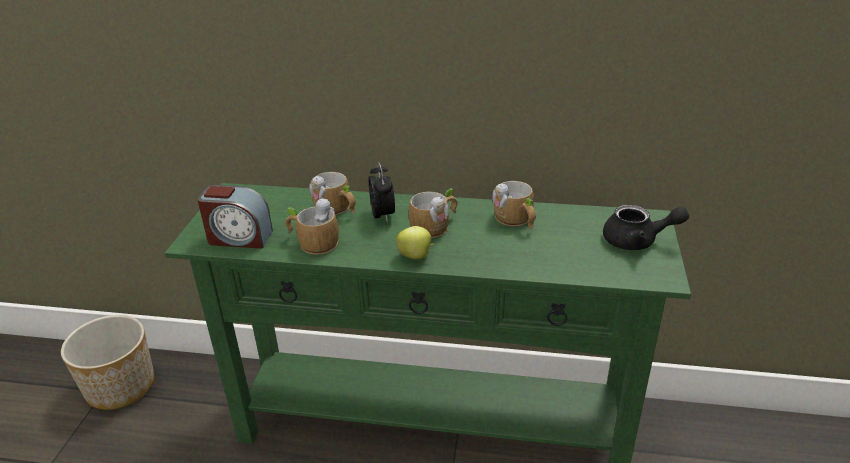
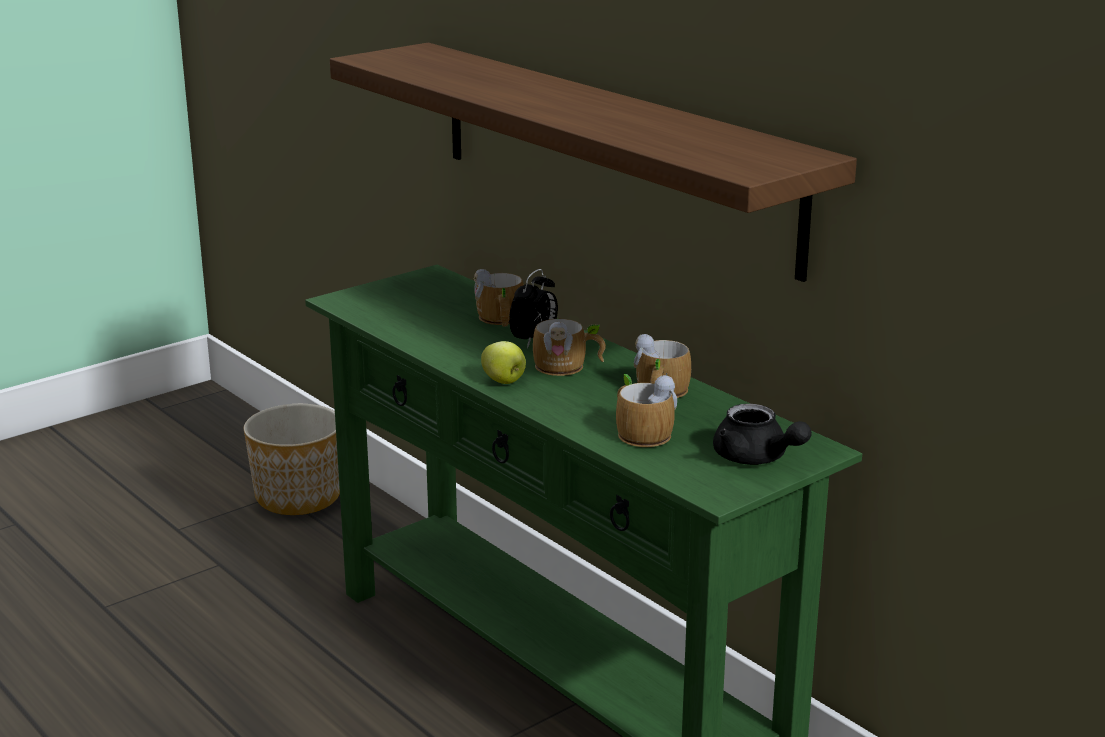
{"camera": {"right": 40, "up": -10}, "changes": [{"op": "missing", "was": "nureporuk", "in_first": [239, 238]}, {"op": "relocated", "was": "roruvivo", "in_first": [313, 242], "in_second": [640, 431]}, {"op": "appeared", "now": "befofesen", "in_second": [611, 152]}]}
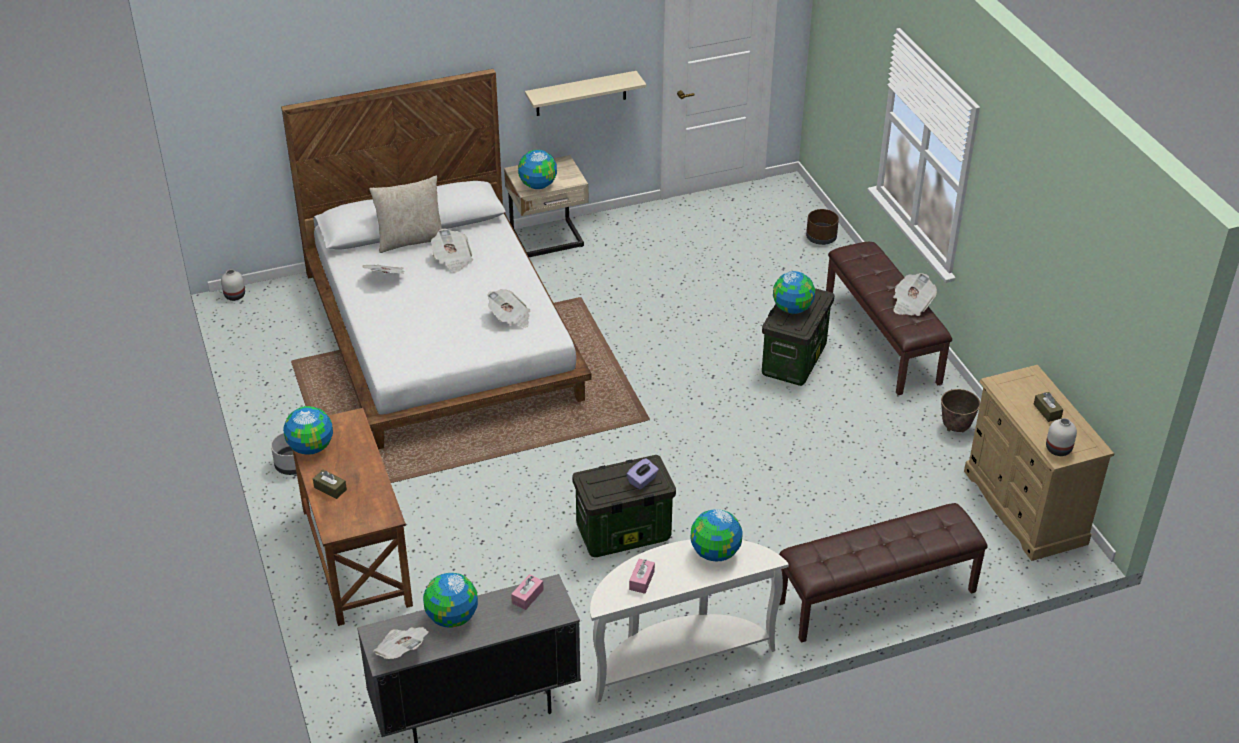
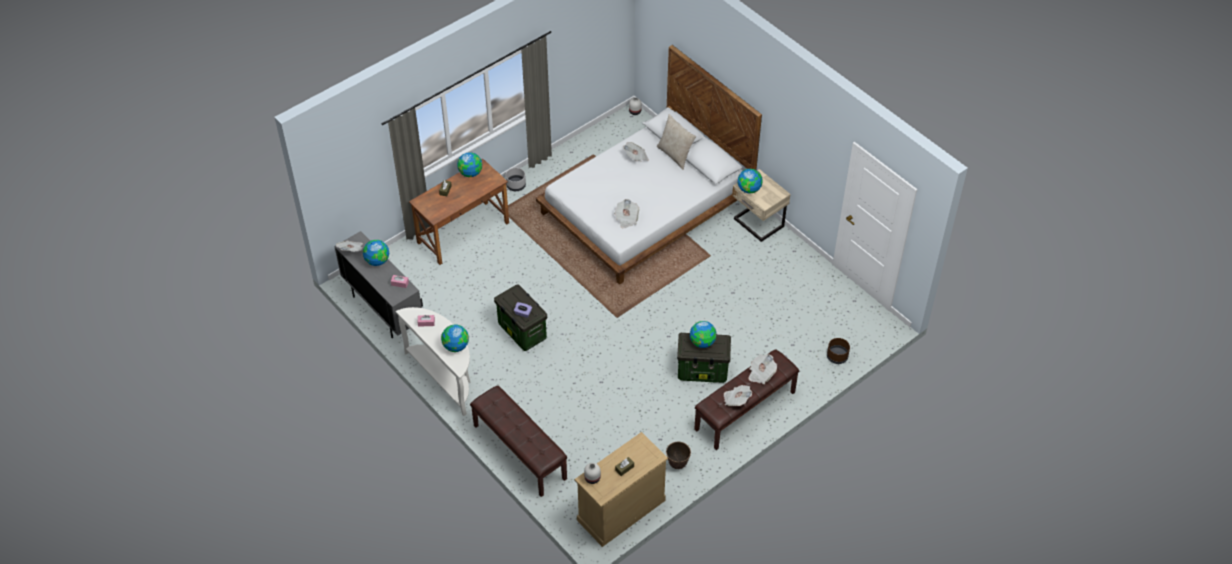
{"camera": {"right": 70, "up": 10}, "changes": [{"op": "missing", "was": "beige befofesen", "in_first": [581, 93]}, {"op": "relocated", "was": "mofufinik", "in_first": [452, 260], "in_second": [761, 374]}]}
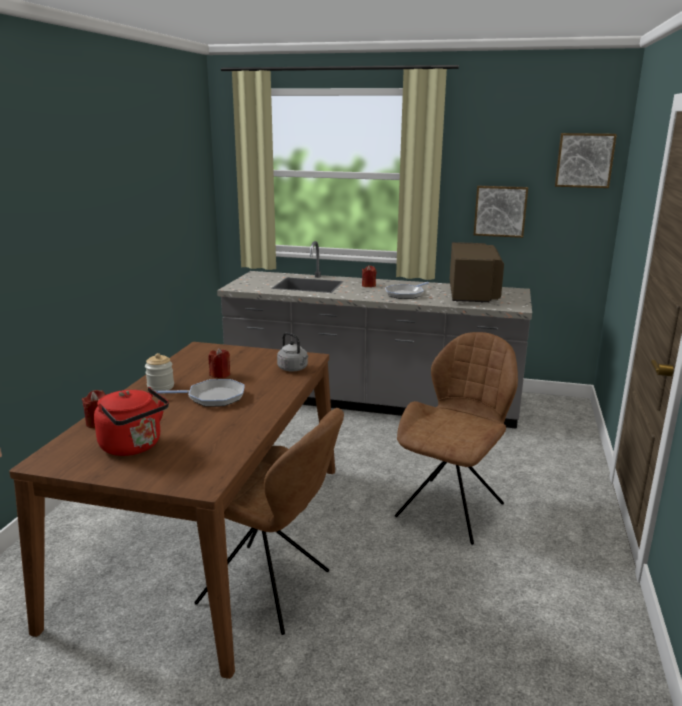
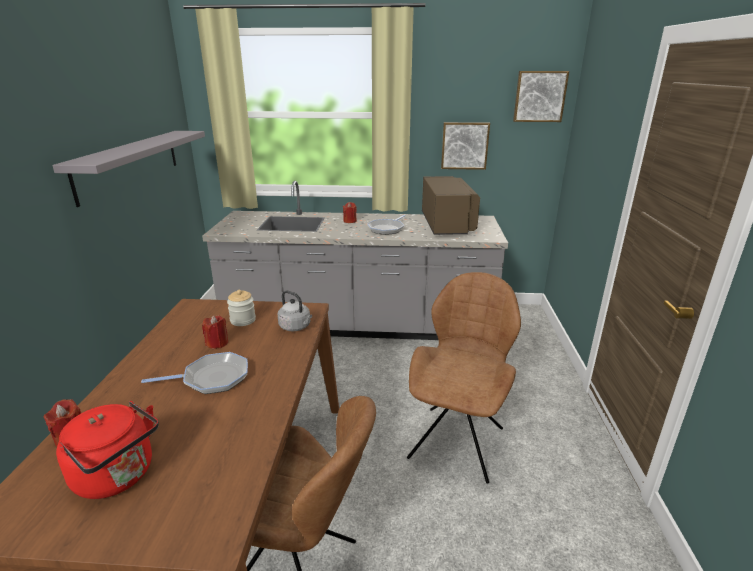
{"camera": {"right": -10, "up": 5}, "changes": [{"op": "relocated", "was": "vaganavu", "in_first": [160, 387], "in_second": [243, 320]}, {"op": "appeared", "now": "grey befofesen", "in_second": [130, 163]}]}
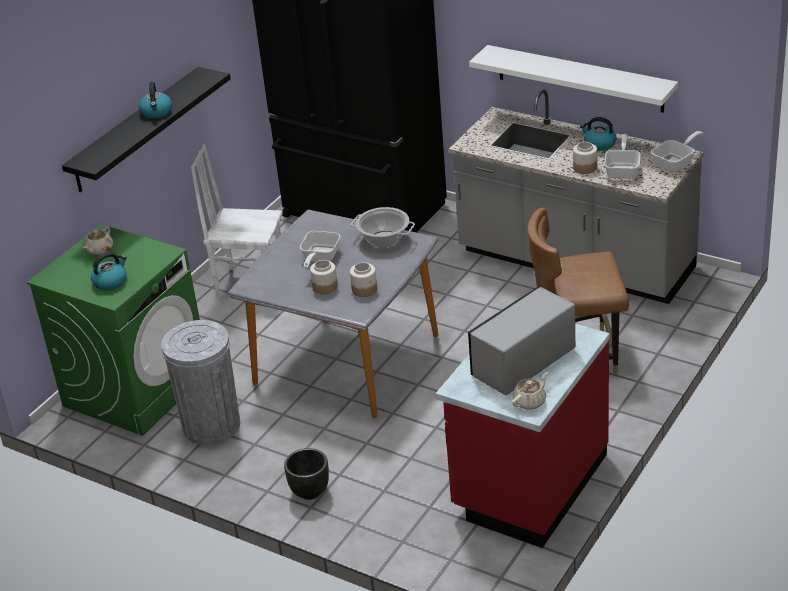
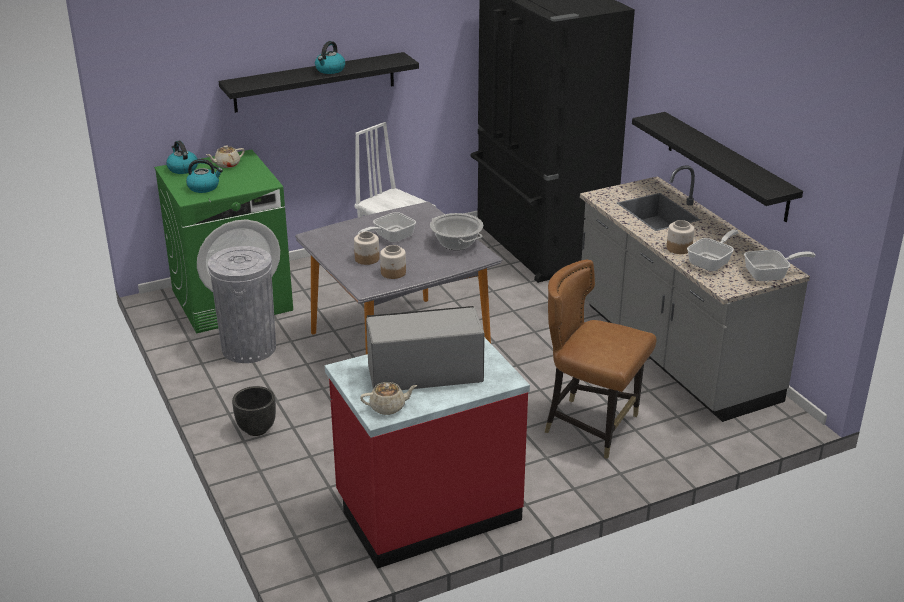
{"camera": {"right": 30, "up": -5}, "changes": [{"op": "colour", "was": "white befofesen", "now": "black befofesen", "in_first": [579, 78], "in_second": [726, 166]}, {"op": "relocated", "was": "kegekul", "in_first": [599, 144], "in_second": [182, 168]}]}
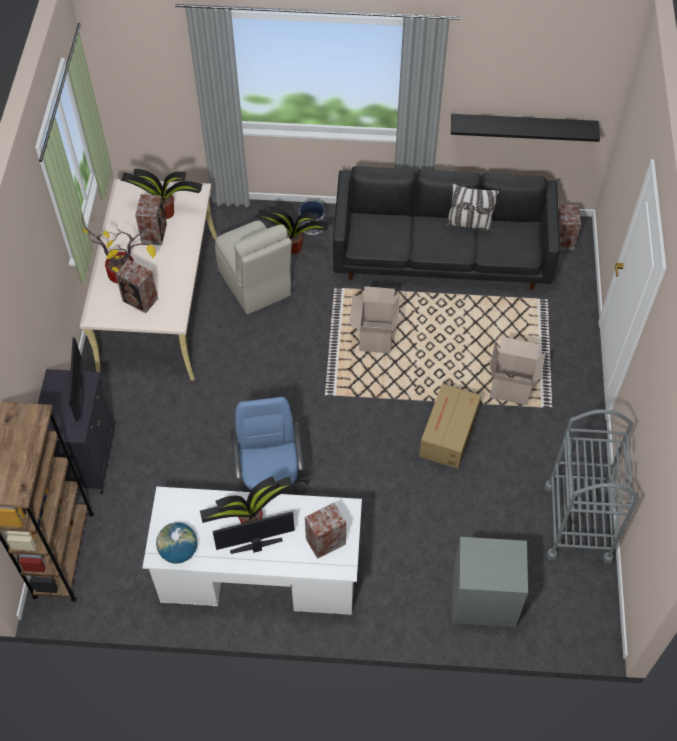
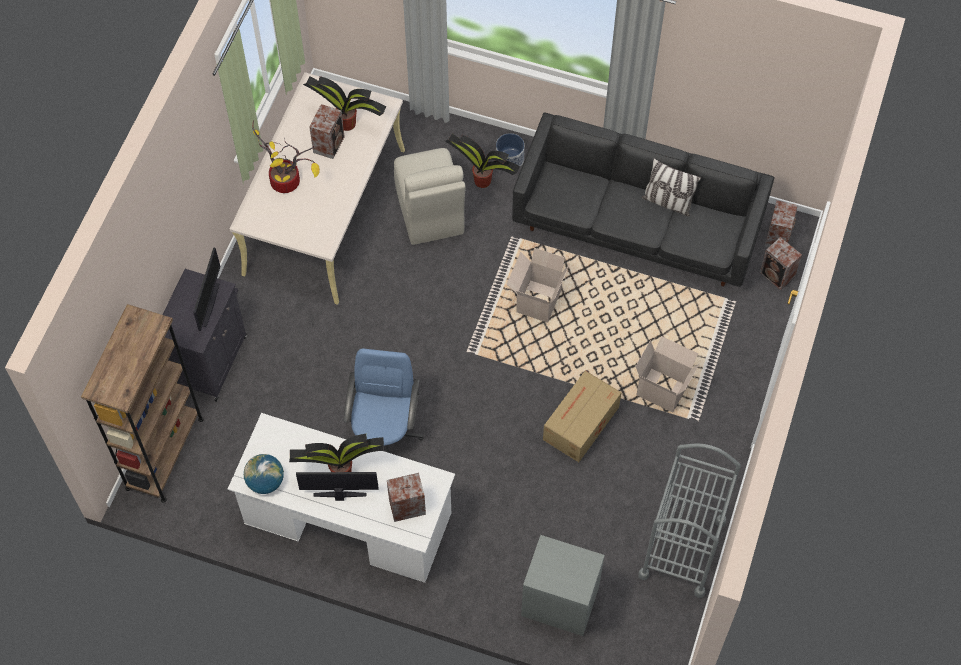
{"camera": {"right": 15, "up": 5}, "changes": [{"op": "missing", "was": "black befofesen", "in_first": [523, 126]}, {"op": "relocated", "was": "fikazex", "in_first": [141, 300], "in_second": [777, 275]}]}
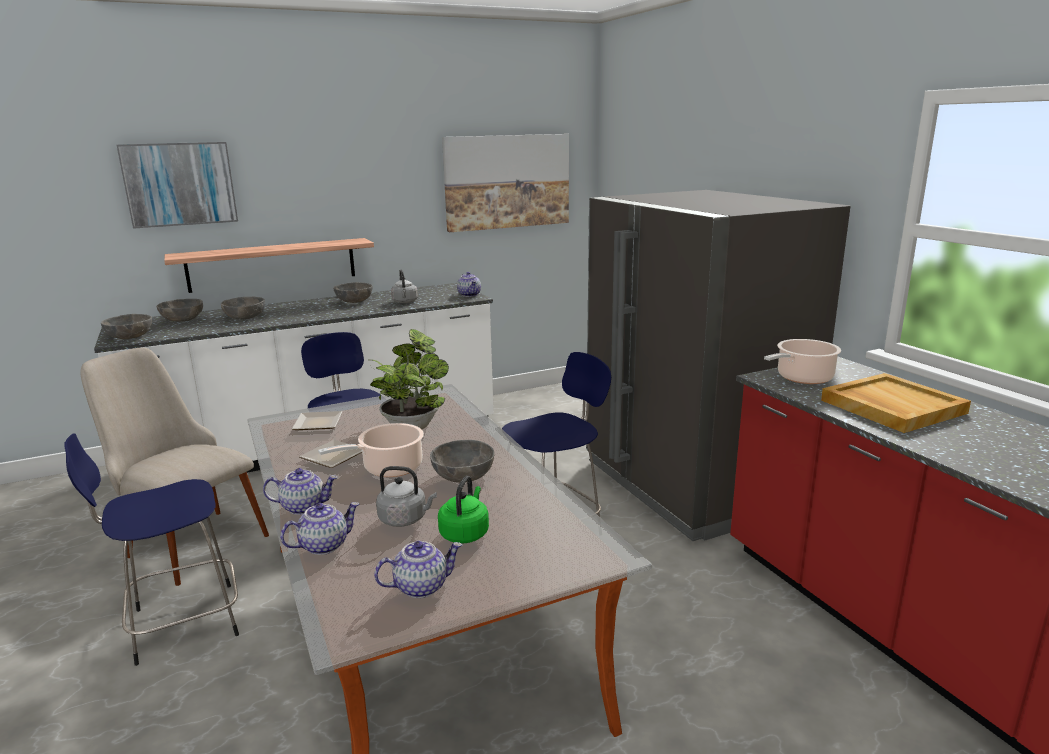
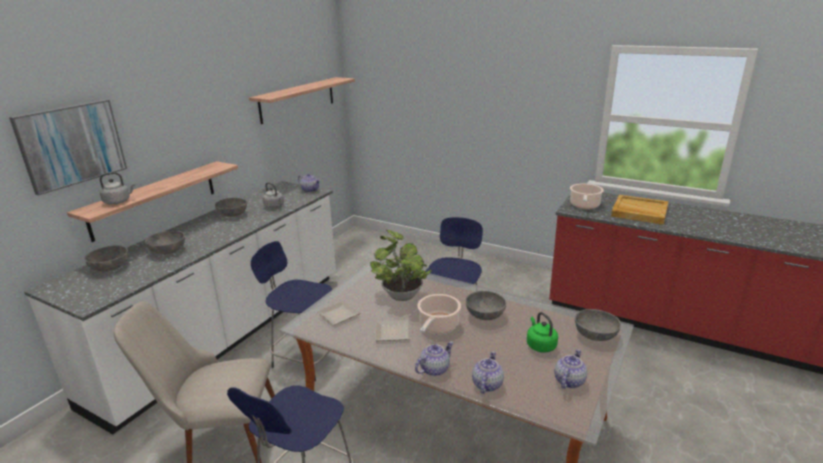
{"camera": {"right": -35, "up": 5}, "changes": [{"op": "exchanged", "was": "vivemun", "now": "befofesen", "in_first": [507, 181], "in_second": [298, 99]}, {"op": "missing", "was": "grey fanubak", "in_first": [689, 484]}, {"op": "relocated", "was": "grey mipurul", "in_first": [129, 337], "in_second": [595, 335]}, {"op": "relocated", "was": "grey kegekul", "in_first": [405, 519], "in_second": [119, 201]}]}
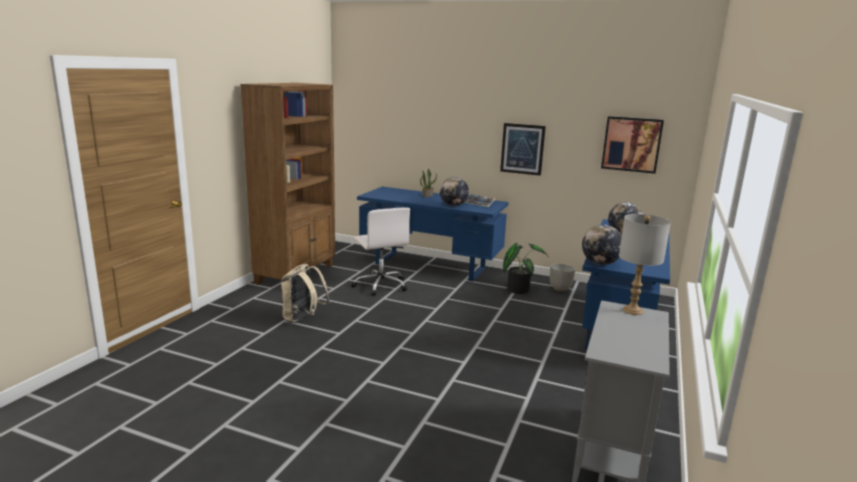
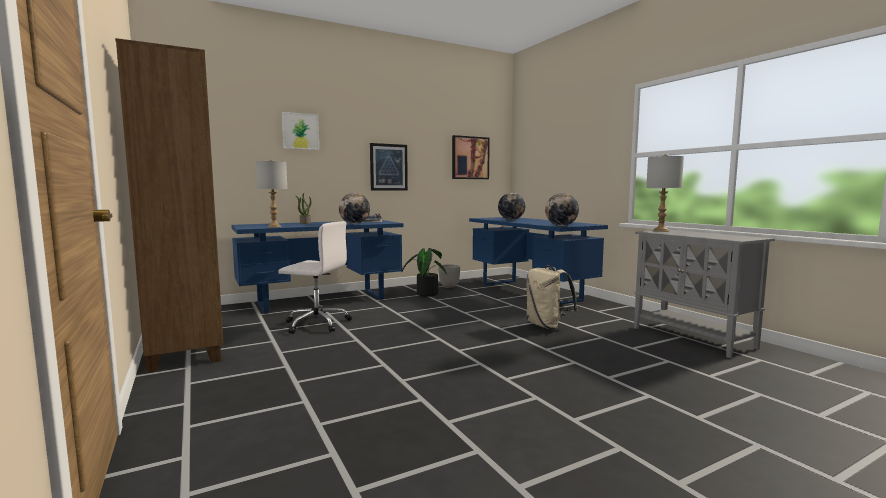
{"camera": {"right": -50, "up": -10}, "changes": [{"op": "relocated", "was": "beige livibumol", "in_first": [303, 319], "in_second": [547, 326]}, {"op": "appeared", "now": "vivemun", "in_second": [300, 131]}, {"op": "appeared", "now": "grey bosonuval", "in_second": [274, 226]}]}
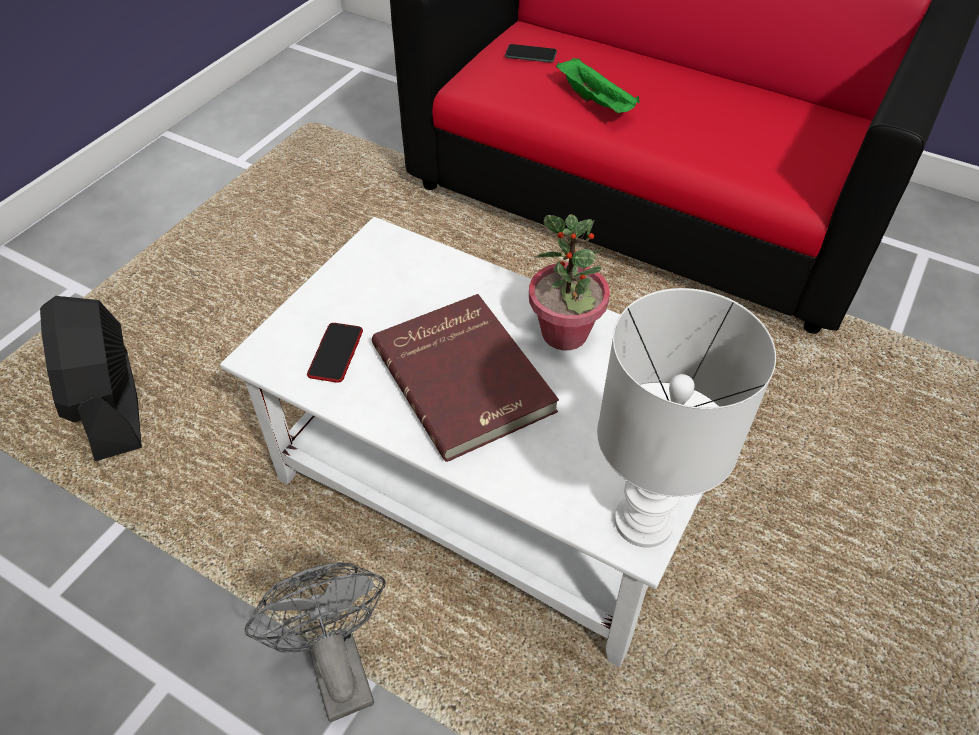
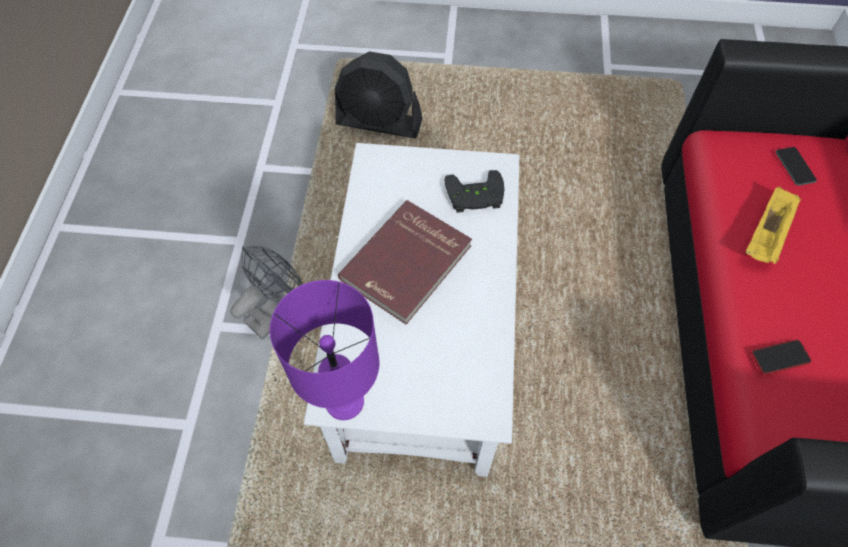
{"camera": {"right": 65, "up": 10}, "changes": [{"op": "colour", "was": "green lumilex", "now": "yellow lumilex", "in_first": [596, 102], "in_second": [766, 236]}, {"op": "missing", "was": "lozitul", "in_first": [565, 334]}, {"op": "colour", "was": "white bosonuval", "now": "purple bosonuval", "in_first": [641, 522], "in_second": [343, 400]}, {"op": "spun", "was": "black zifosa", "in_first": [112, 405], "in_second": [379, 123], "clockwise": -120}, {"op": "relocated", "was": "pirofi", "in_first": [335, 353], "in_second": [780, 357]}, {"op": "appeared", "now": "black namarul", "in_second": [475, 197]}]}
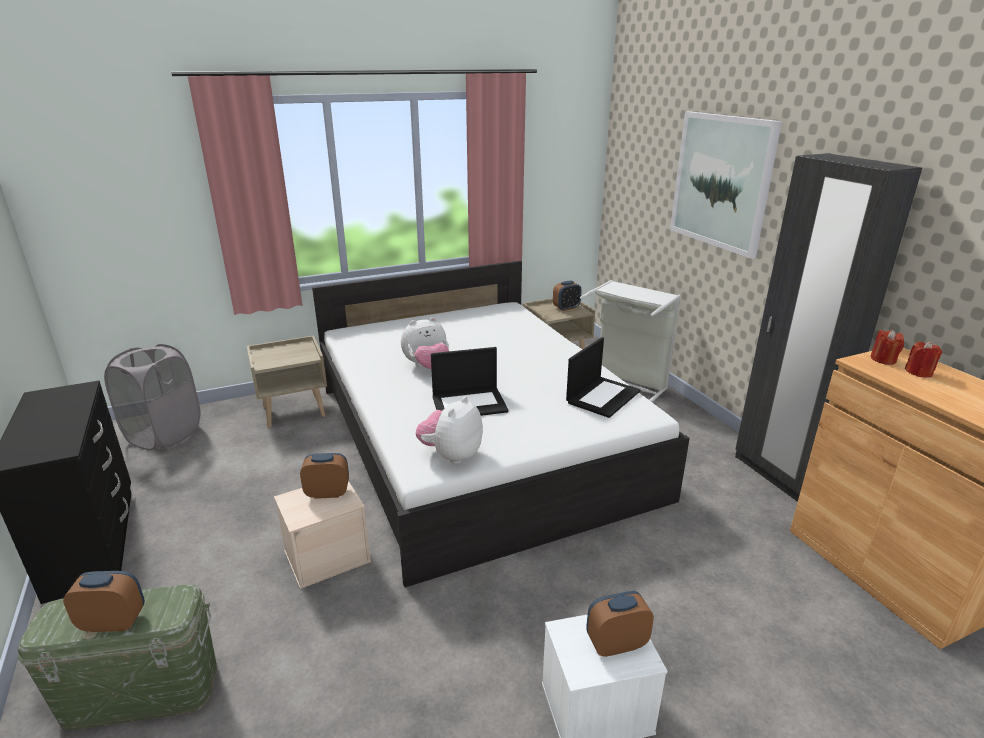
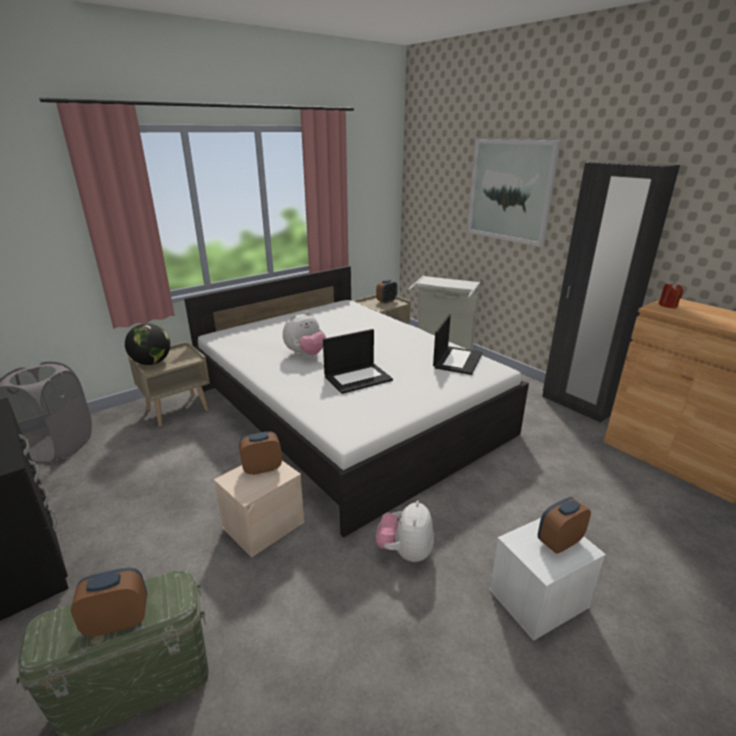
{"camera": {"right": -15, "up": 0}, "changes": [{"op": "missing", "was": "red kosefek", "in_first": [919, 372]}, {"op": "relocated", "was": "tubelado", "in_first": [451, 455], "in_second": [405, 552]}, {"op": "appeared", "now": "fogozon", "in_second": [152, 362]}]}
